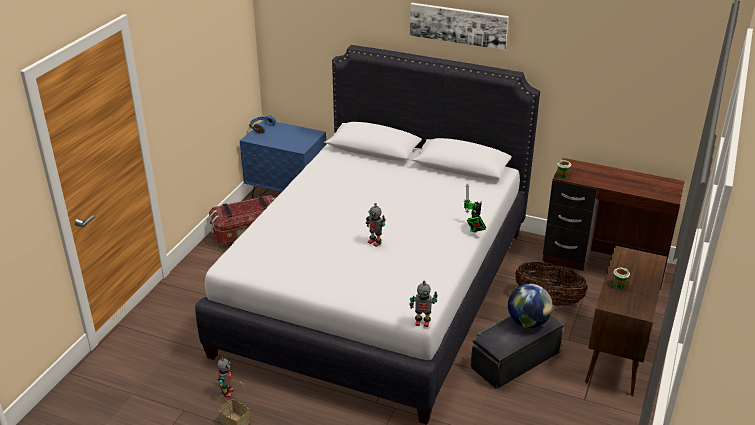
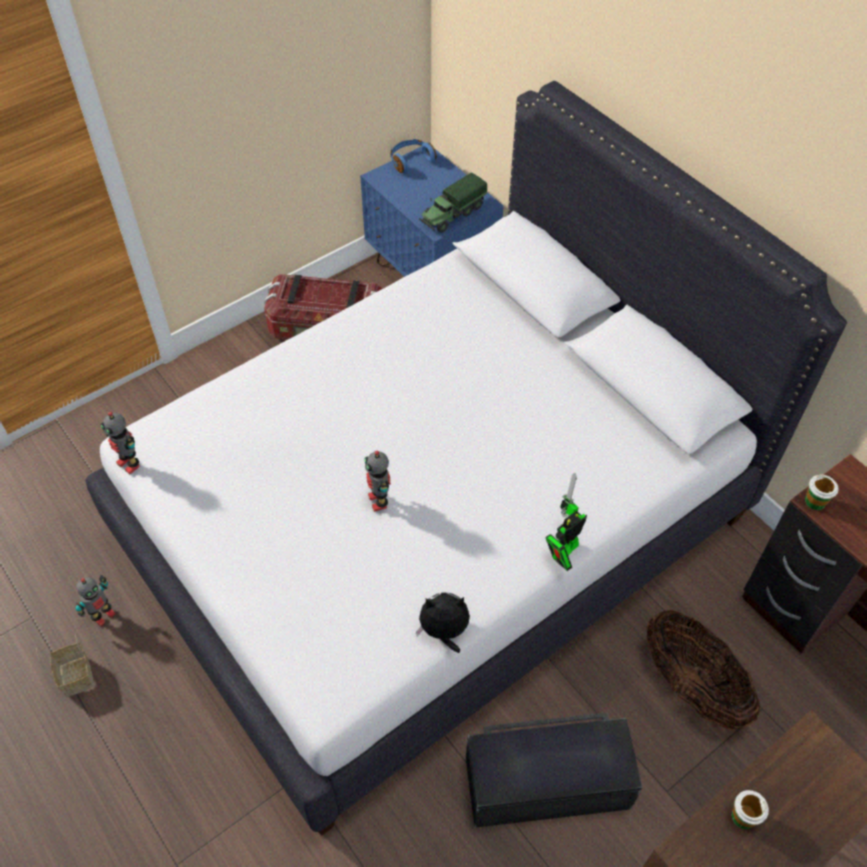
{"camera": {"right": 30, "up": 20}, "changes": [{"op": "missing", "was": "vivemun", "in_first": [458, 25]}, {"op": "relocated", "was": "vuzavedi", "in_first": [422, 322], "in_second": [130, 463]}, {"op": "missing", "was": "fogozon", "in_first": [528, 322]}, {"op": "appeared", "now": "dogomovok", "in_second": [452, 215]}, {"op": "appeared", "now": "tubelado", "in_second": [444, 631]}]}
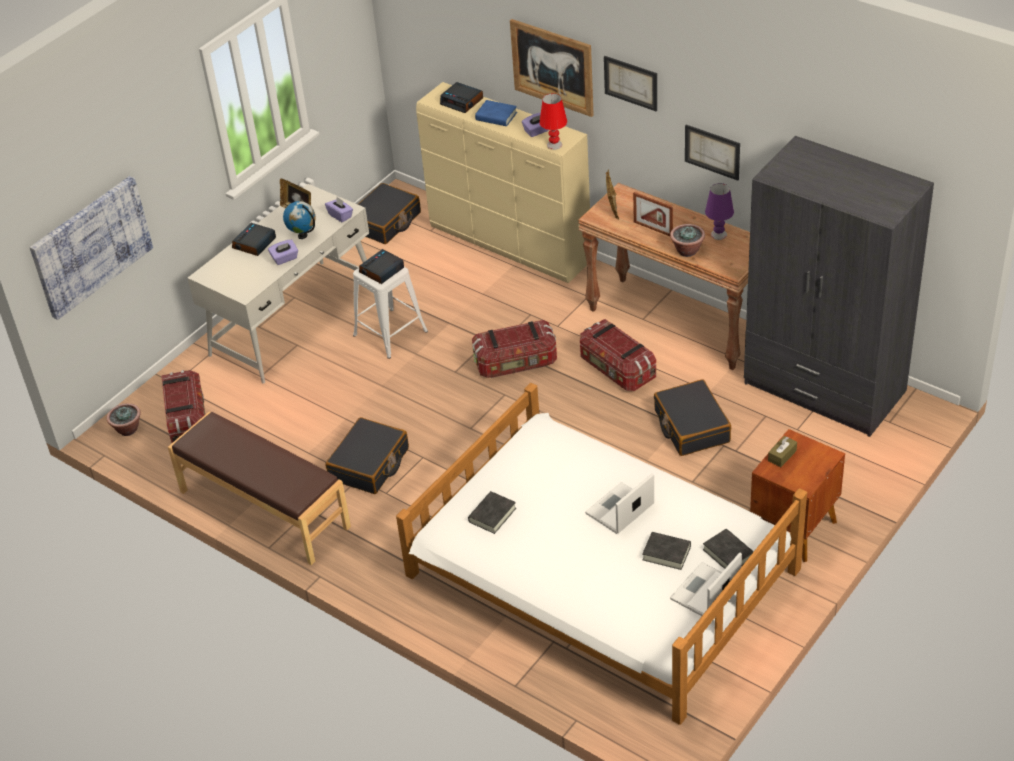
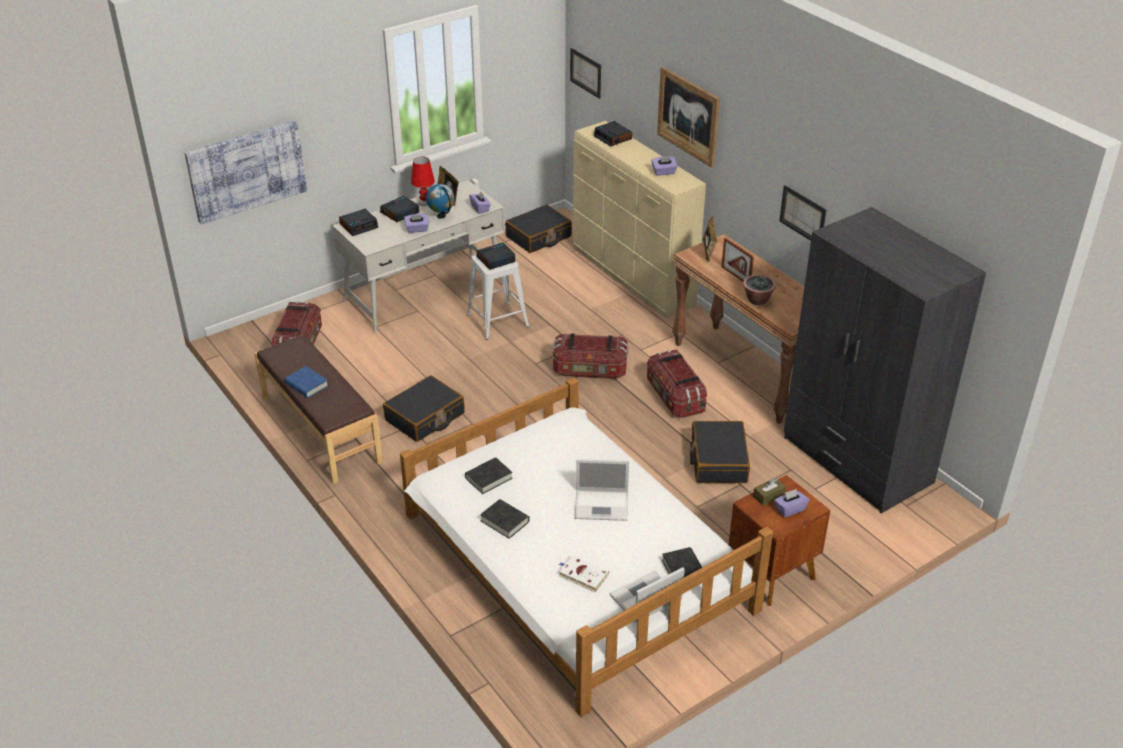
{"camera": {"right": 15, "up": -5}, "changes": [{"op": "relocated", "was": "vivemun", "in_first": [631, 83], "in_second": [586, 72]}, {"op": "relocated", "was": "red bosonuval", "in_first": [554, 145], "in_second": [424, 202]}, {"op": "relocated", "was": "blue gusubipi", "in_first": [496, 116], "in_second": [307, 385]}, {"op": "missing", "was": "purple bosonuval", "in_first": [719, 235]}, {"op": "missing", "was": "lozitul", "in_first": [127, 429]}, {"op": "spun", "was": "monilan", "in_first": [619, 510], "in_second": [602, 505], "clockwise": -150}, {"op": "relocated", "was": "black gusubipi", "in_first": [666, 553], "in_second": [504, 521]}, {"op": "appeared", "now": "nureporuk", "in_second": [359, 226]}, {"op": "appeared", "now": "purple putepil", "in_second": [790, 509]}, {"op": "appeared", "now": "white gusubipi", "in_second": [582, 575]}]}
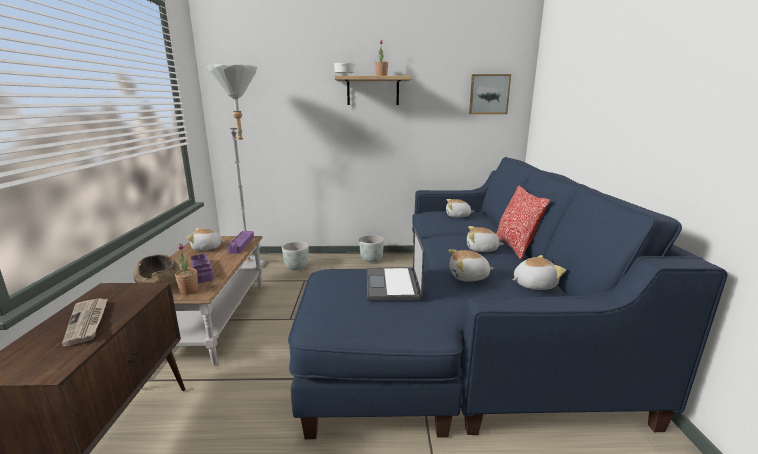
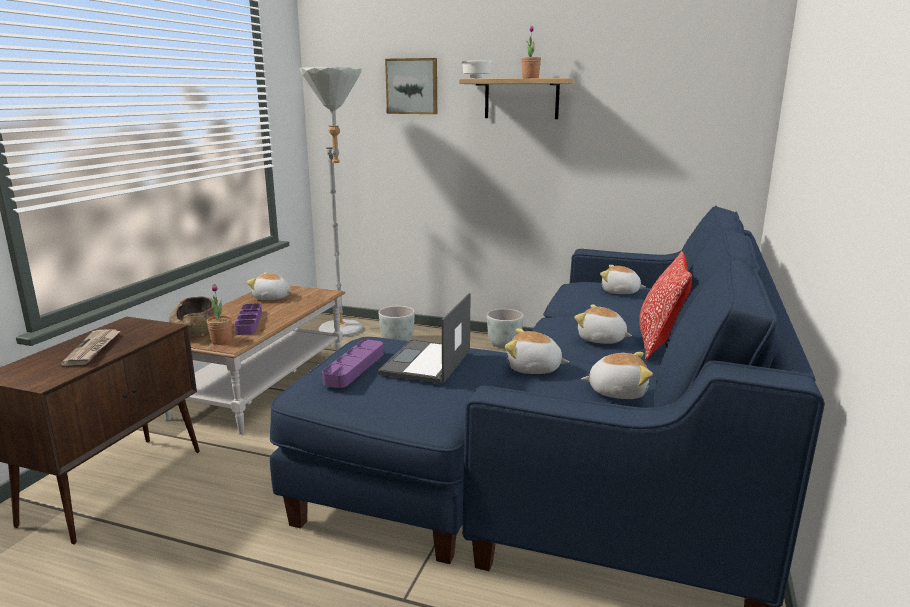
{"camera": {"right": 20, "up": 0}, "changes": [{"op": "relocated", "was": "vivemun", "in_first": [489, 94], "in_second": [412, 86]}, {"op": "relocated", "was": "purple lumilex", "in_first": [241, 244], "in_second": [354, 367]}]}
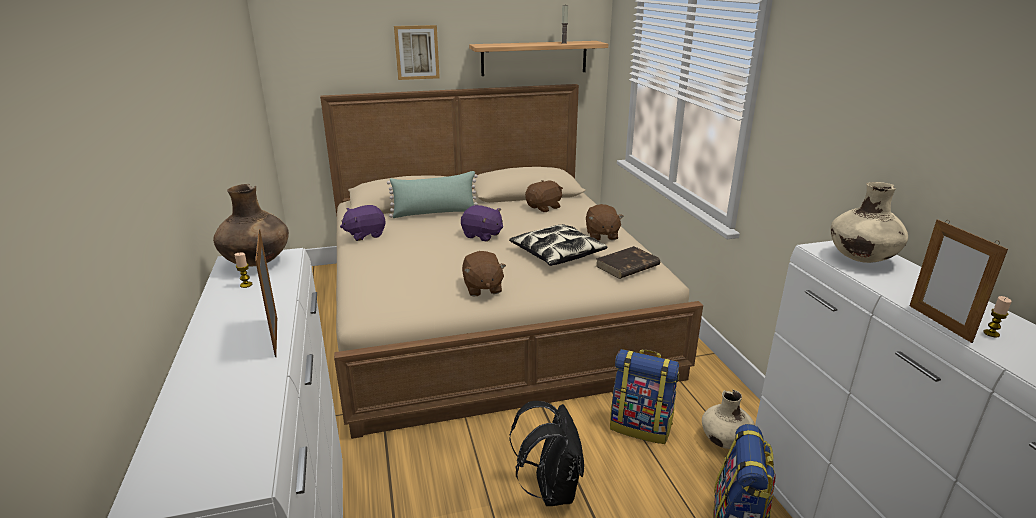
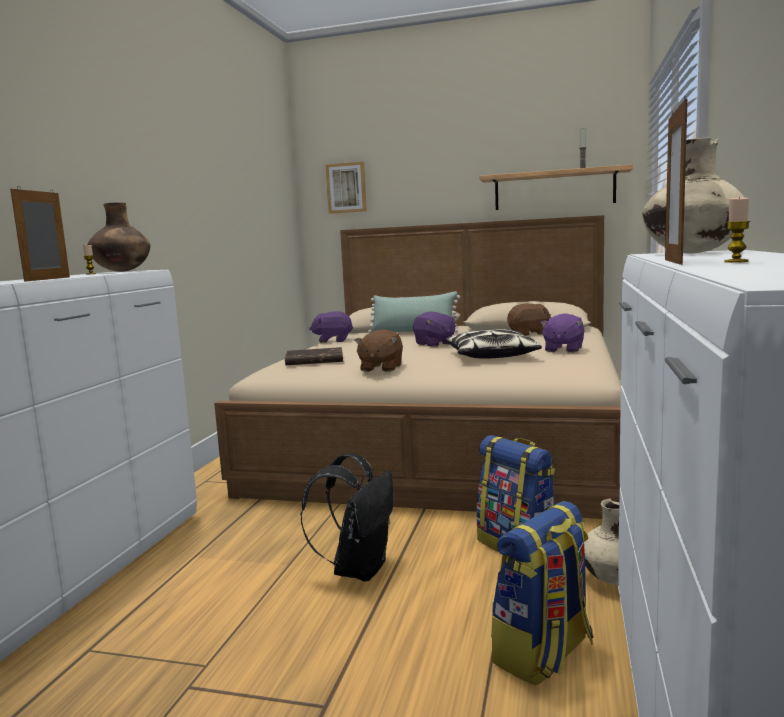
{"camera": {"right": 30, "up": -15}, "changes": [{"op": "relocated", "was": "vivemun", "in_first": [417, 52], "in_second": [346, 188]}, {"op": "colour", "was": "brown tubelado", "now": "purple tubelado", "in_first": [601, 235], "in_second": [563, 349]}, {"op": "relocated", "was": "brown gusubipi", "in_first": [627, 266], "in_second": [314, 360]}]}
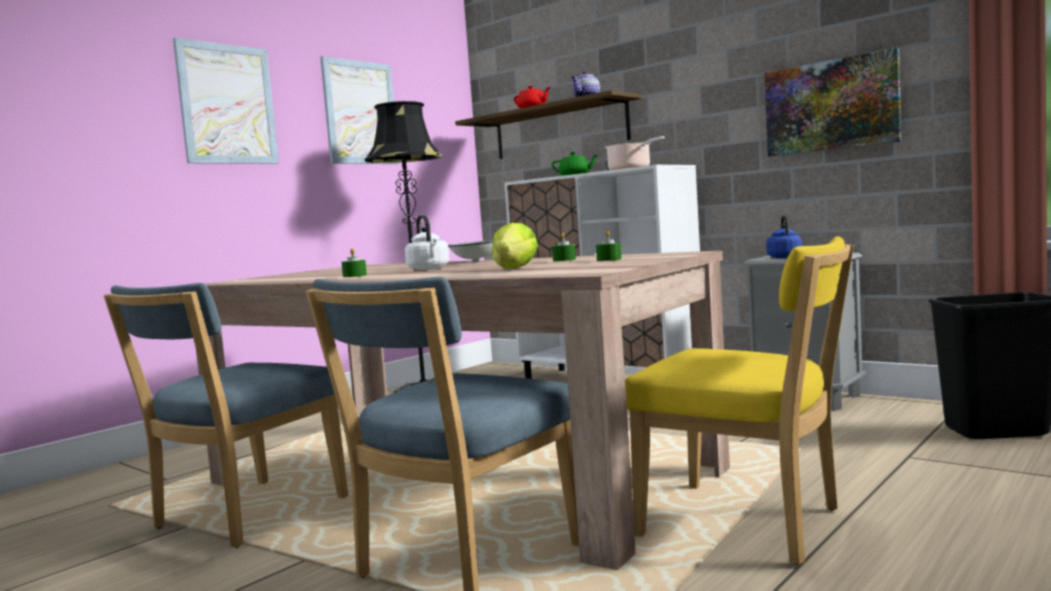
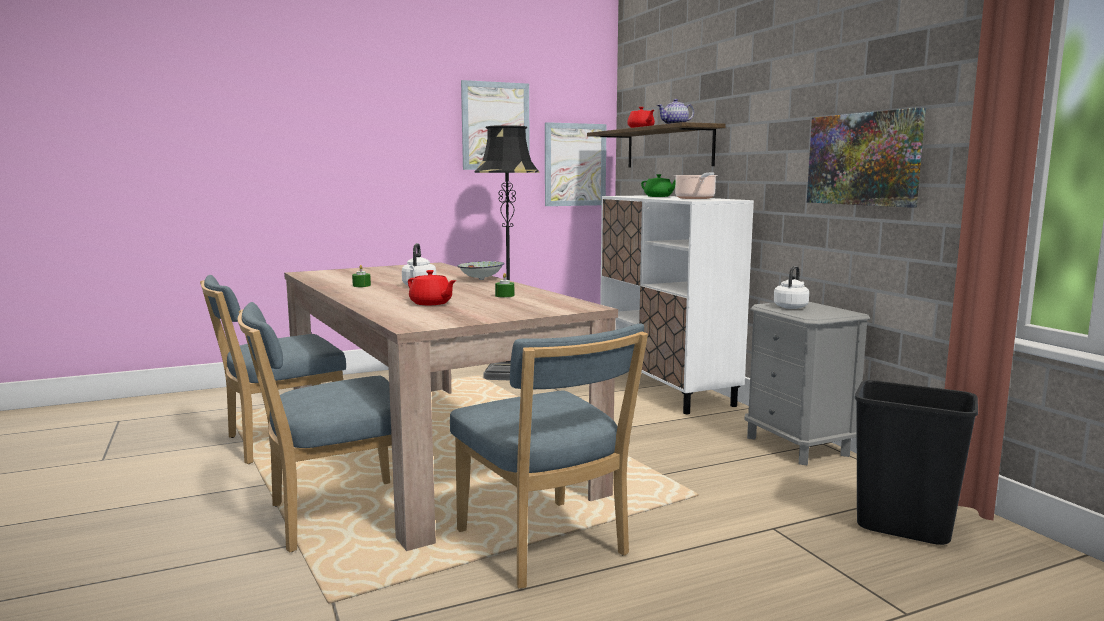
{"camera": {"right": 25, "up": 5}, "changes": [{"op": "relocated", "was": "vivemun", "in_first": [227, 104], "in_second": [575, 165]}, {"op": "colour", "was": "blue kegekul", "now": "white kegekul", "in_first": [784, 257], "in_second": [791, 307]}, {"op": "exchanged", "was": "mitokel", "now": "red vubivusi", "in_first": [514, 269], "in_second": [431, 303]}, {"op": "missing", "was": "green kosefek", "in_first": [609, 259]}, {"op": "colour", "was": "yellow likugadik", "now": "blue likugadik", "in_first": [749, 524], "in_second": [545, 546]}]}
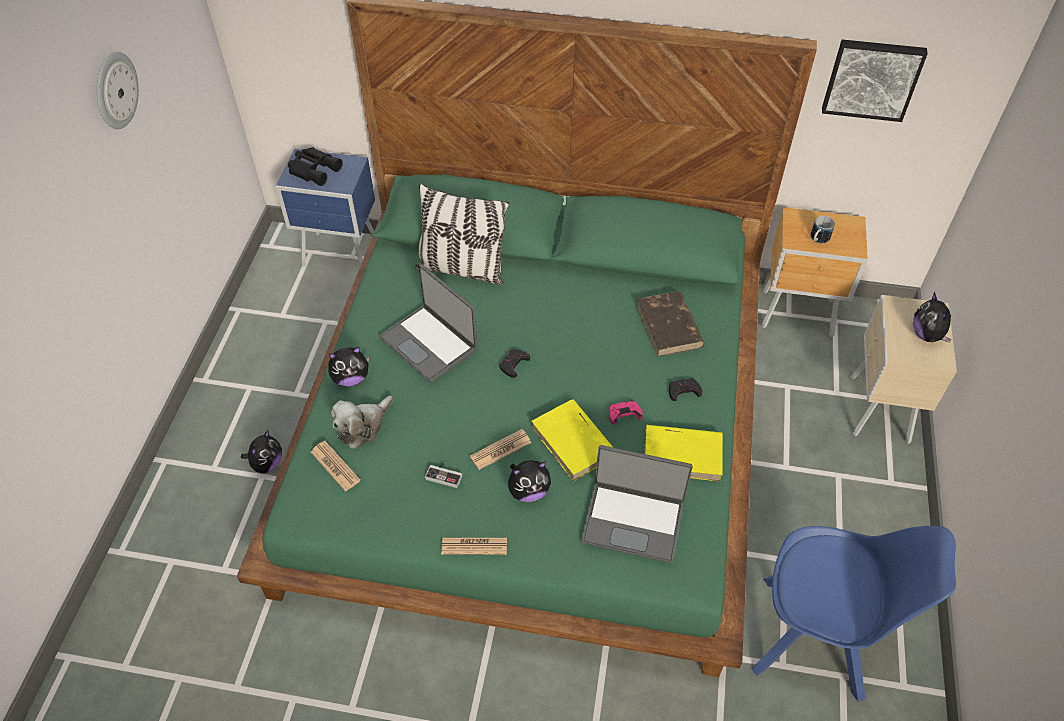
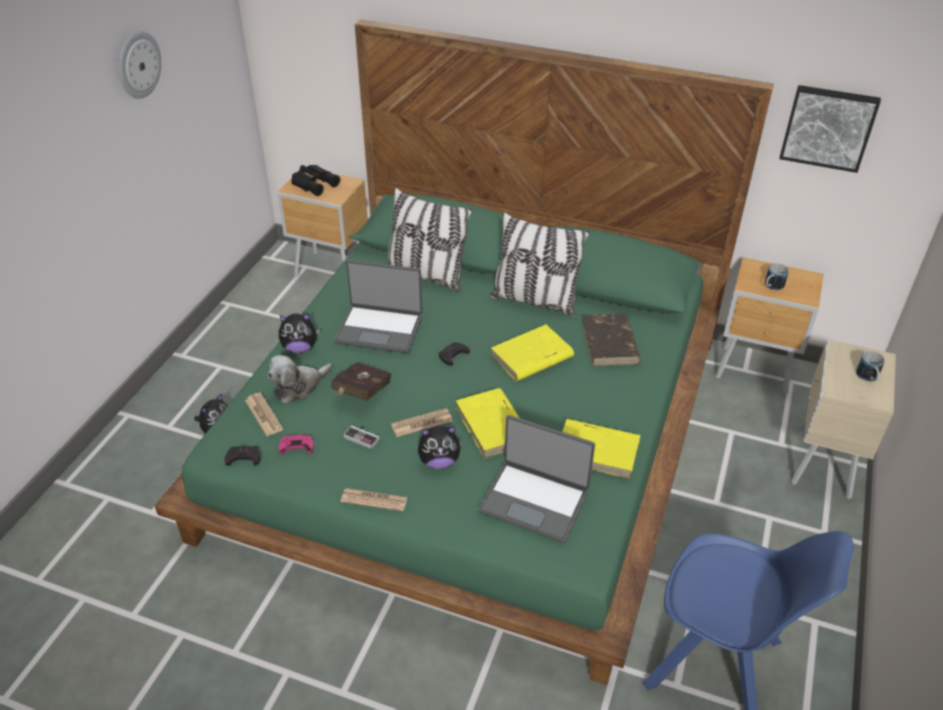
{"camera": {"right": 10, "up": -10}, "changes": [{"op": "colour", "was": "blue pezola", "now": "brown pezola", "in_first": [342, 255], "in_second": [332, 272]}, {"op": "spun", "was": "monilan", "in_first": [430, 343], "in_second": [380, 329], "clockwise": -45}, {"op": "exchanged", "was": "tubelado", "now": "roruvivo", "in_first": [927, 335], "in_second": [868, 378]}, {"op": "relocated", "was": "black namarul", "in_first": [683, 391], "in_second": [243, 457]}, {"op": "relocated", "was": "pink namarul", "in_first": [624, 413], "in_second": [296, 446]}, {"op": "appeared", "now": "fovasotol", "in_second": [535, 300]}, {"op": "appeared", "now": "yellow gusubipi", "in_second": [531, 357]}, {"op": "appeared", "now": "red gusubipi", "in_second": [361, 394]}]}
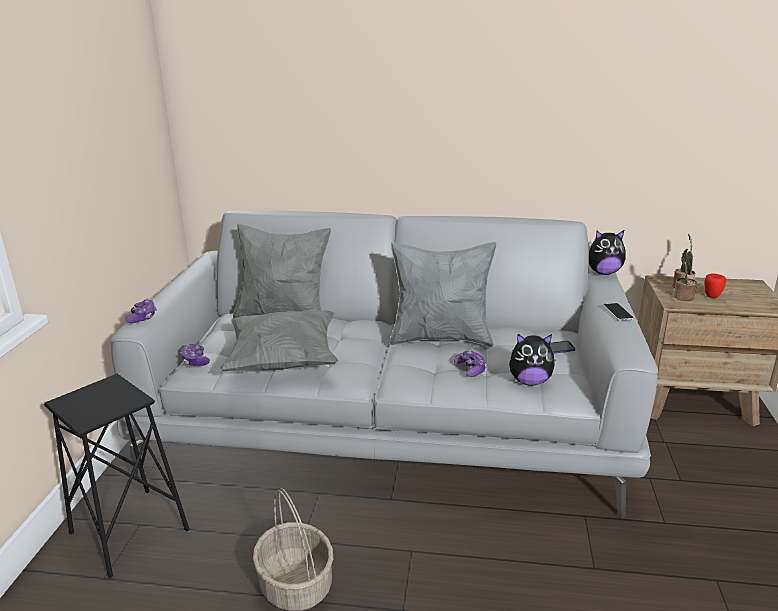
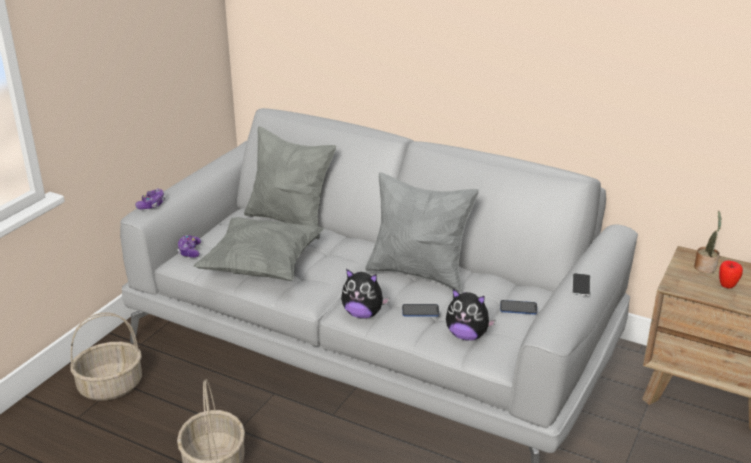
{"camera": {"right": 20, "up": 5}, "changes": [{"op": "relocated", "was": "tubelado", "in_first": [603, 273], "in_second": [363, 314]}, {"op": "missing", "was": "lozitul", "in_first": [682, 297]}, {"op": "exchanged", "was": "namarul", "now": "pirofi", "in_first": [470, 369], "in_second": [420, 311]}, {"op": "exchanged", "was": "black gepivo", "now": "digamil", "in_first": [130, 531], "in_second": [111, 386]}]}
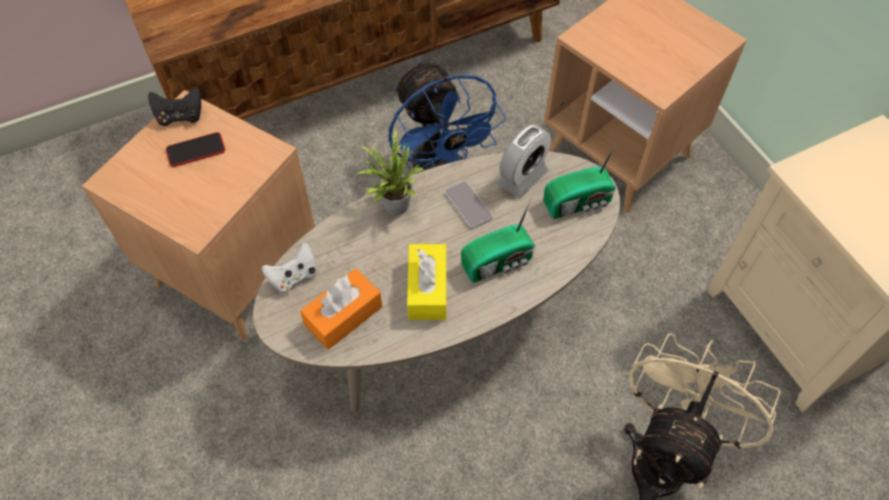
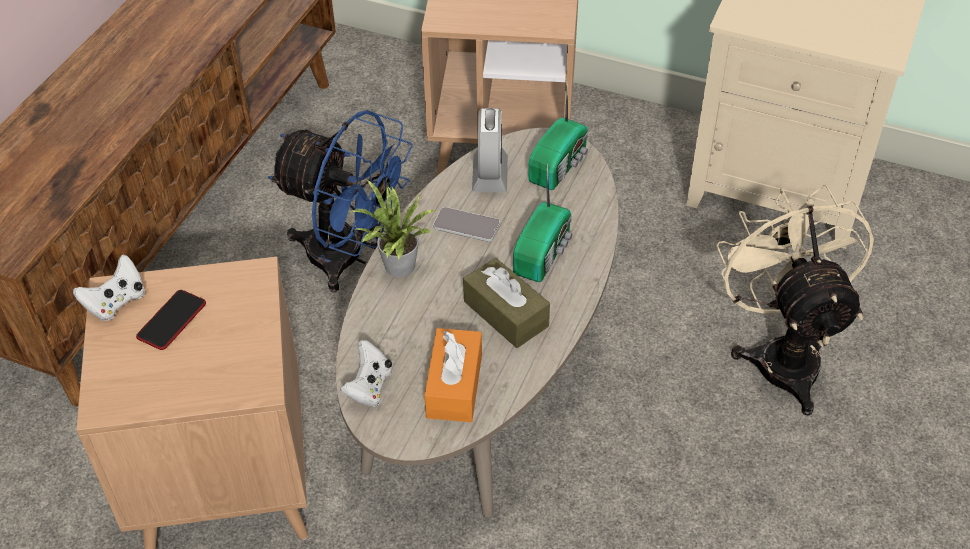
{"camera": {"right": -40, "up": -10}, "changes": [{"op": "colour", "was": "black namarul", "now": "white namarul", "in_first": [180, 116], "in_second": [116, 302]}, {"op": "colour", "was": "yellow putepil", "now": "brown putepil", "in_first": [427, 289], "in_second": [506, 314]}]}
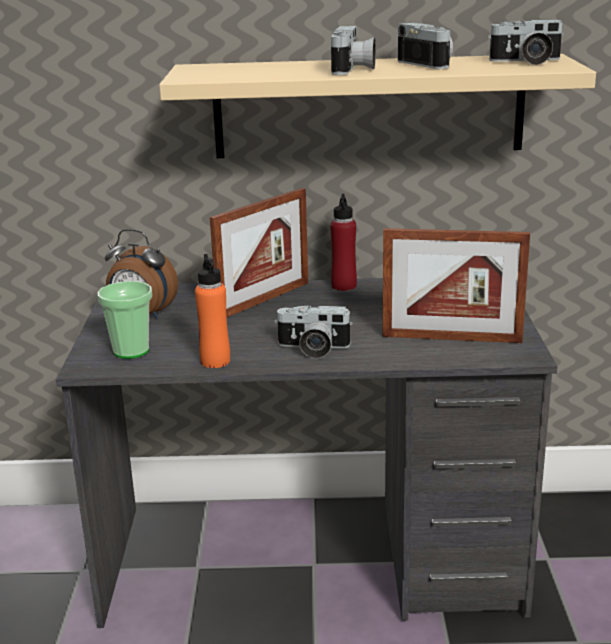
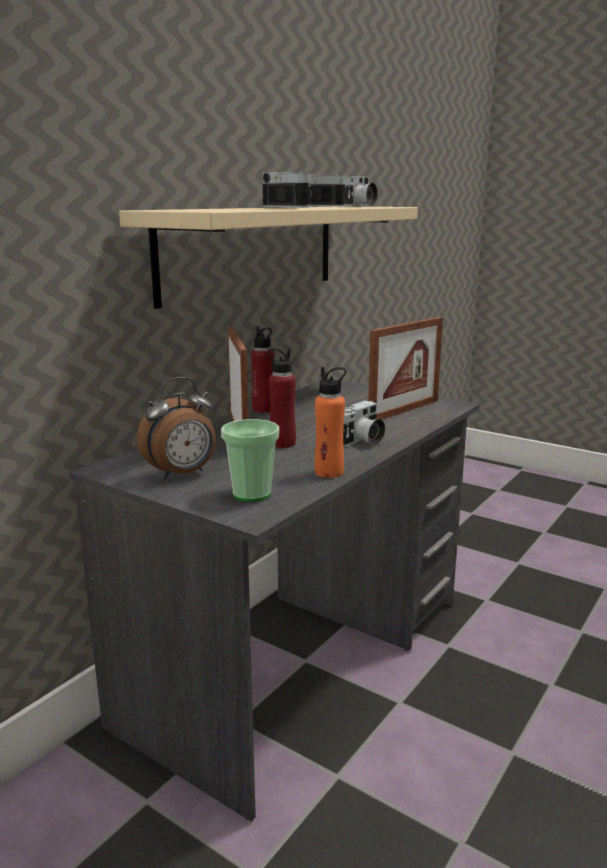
{"camera": {"right": -55, "up": -5}, "changes": [{"op": "appeared", "now": "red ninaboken", "in_second": [282, 443]}]}
